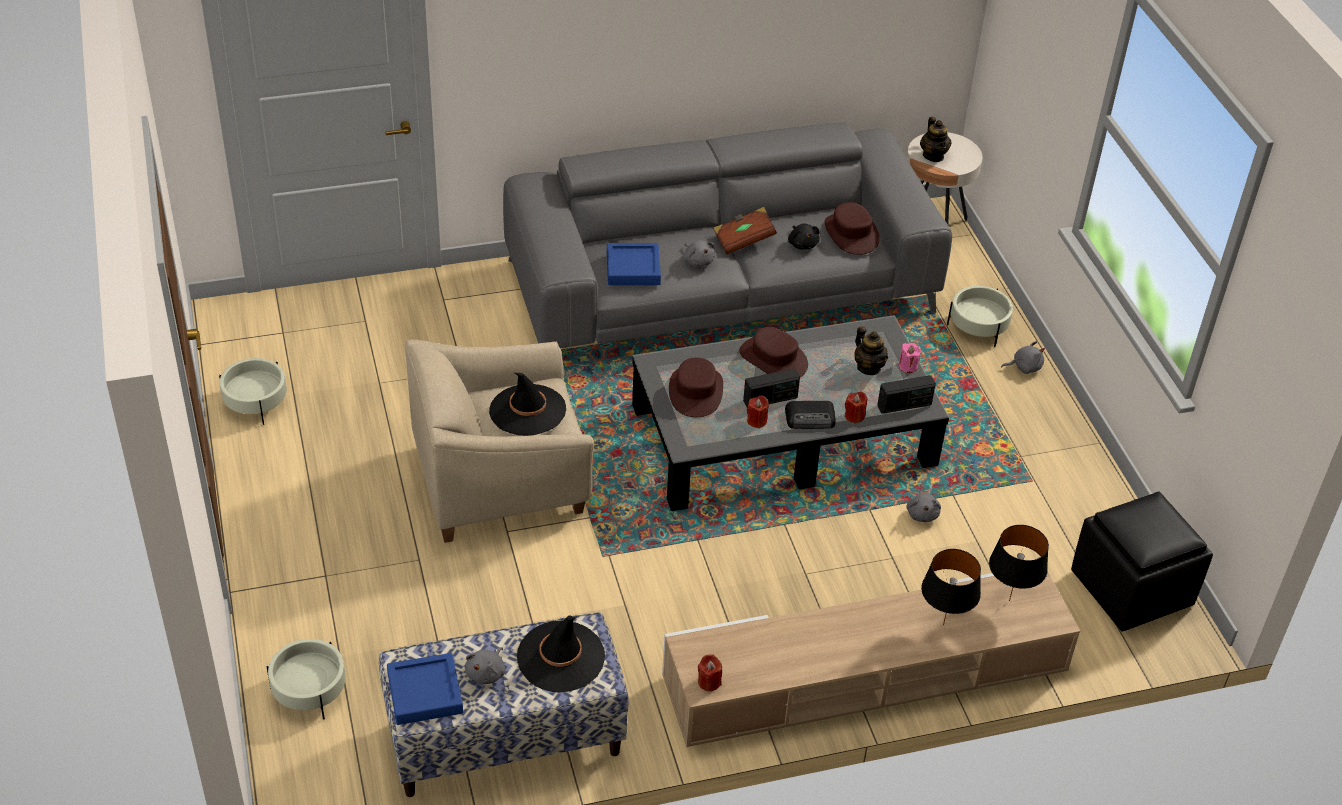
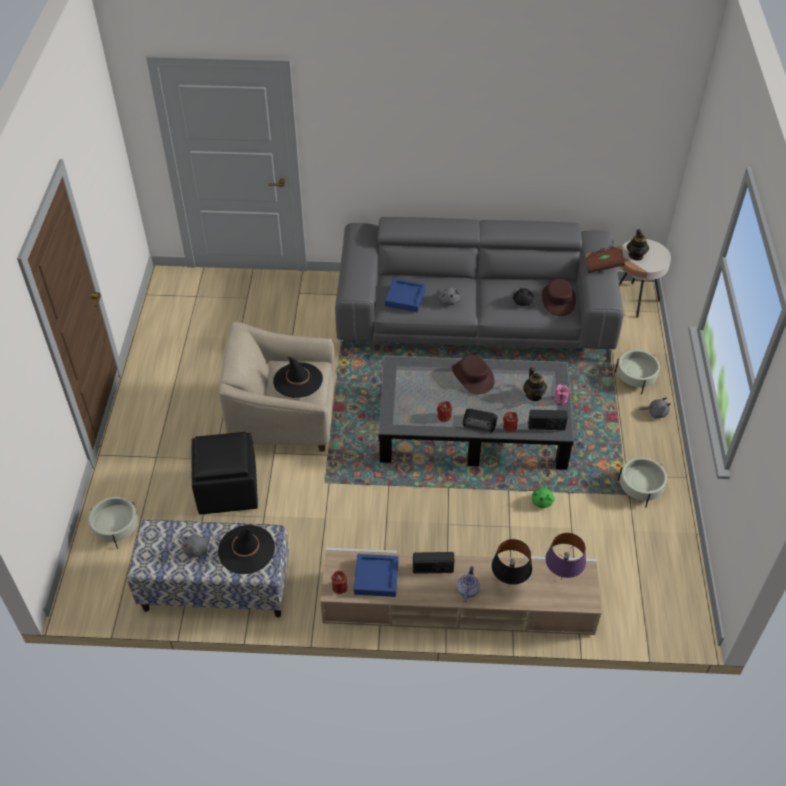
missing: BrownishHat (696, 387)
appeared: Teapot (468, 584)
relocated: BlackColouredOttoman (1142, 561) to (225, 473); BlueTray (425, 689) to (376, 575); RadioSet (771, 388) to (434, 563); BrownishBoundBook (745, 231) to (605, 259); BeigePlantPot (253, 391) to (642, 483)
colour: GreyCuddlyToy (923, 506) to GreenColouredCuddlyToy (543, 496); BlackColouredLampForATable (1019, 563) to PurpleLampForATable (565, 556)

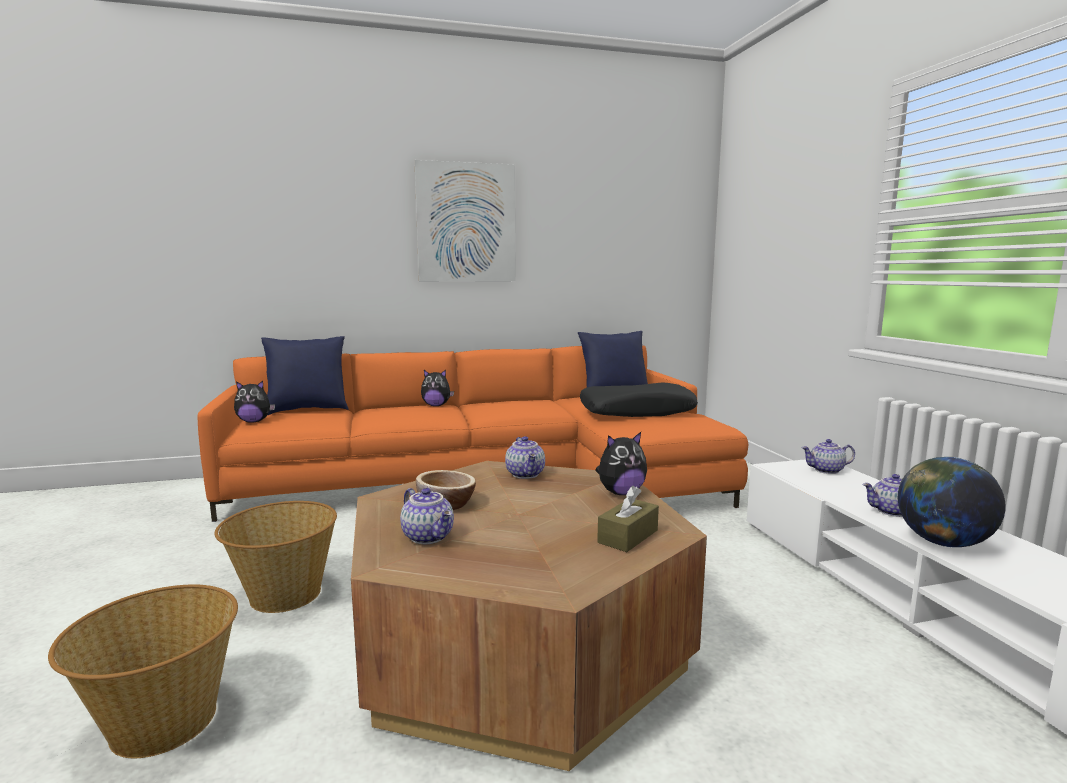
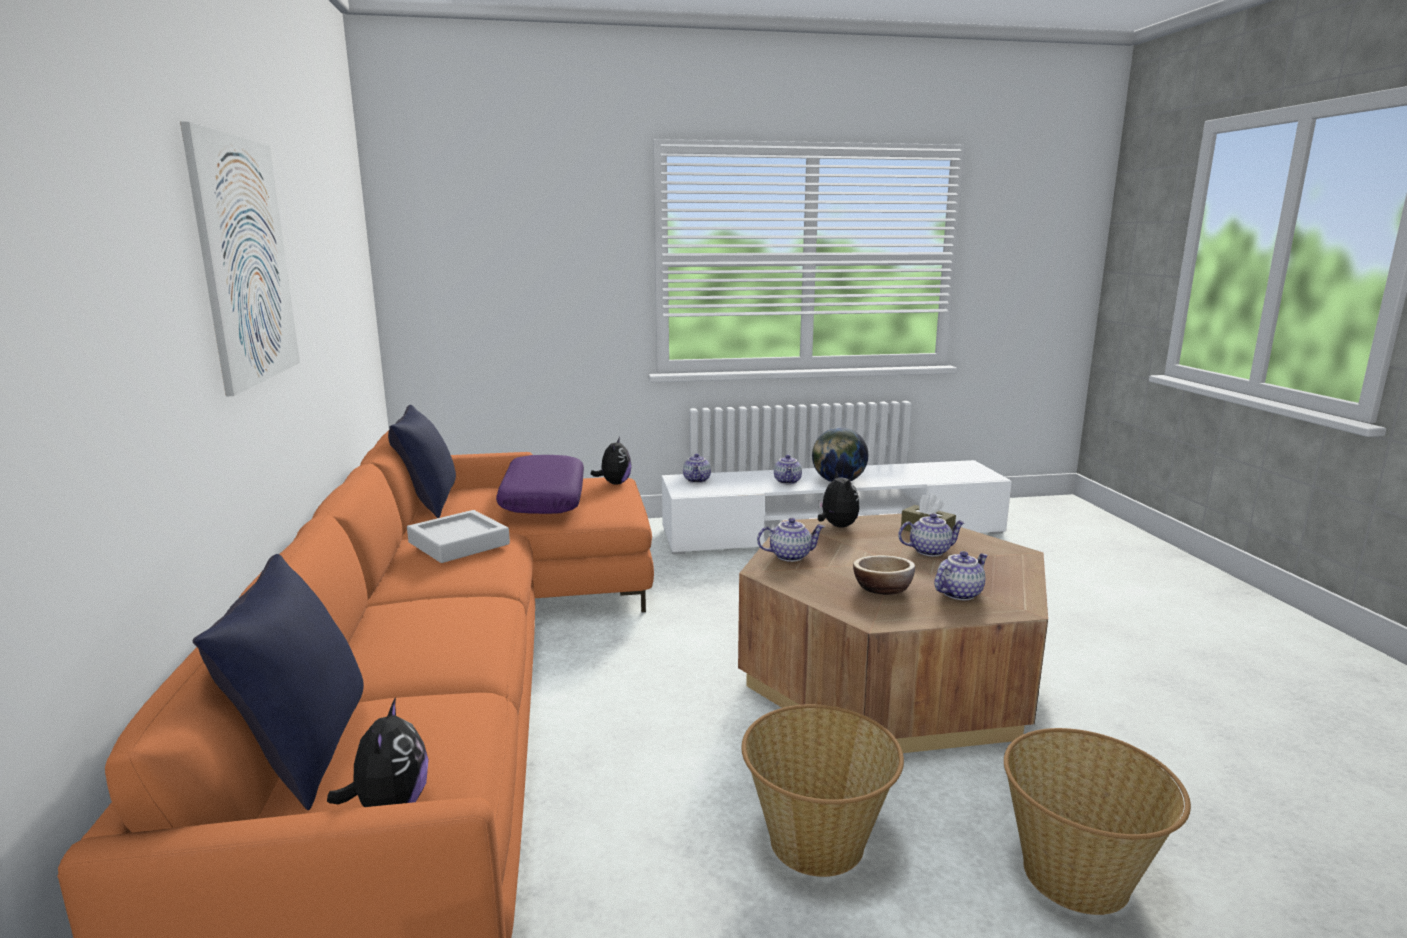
appeared: GreyTray (458, 536); Teapot (931, 535)
relocated: CuddlyToy (437, 388) to (611, 461)
colour: BlackColouredThrowPillow (639, 399) to PurpleThrowPillow (540, 484)

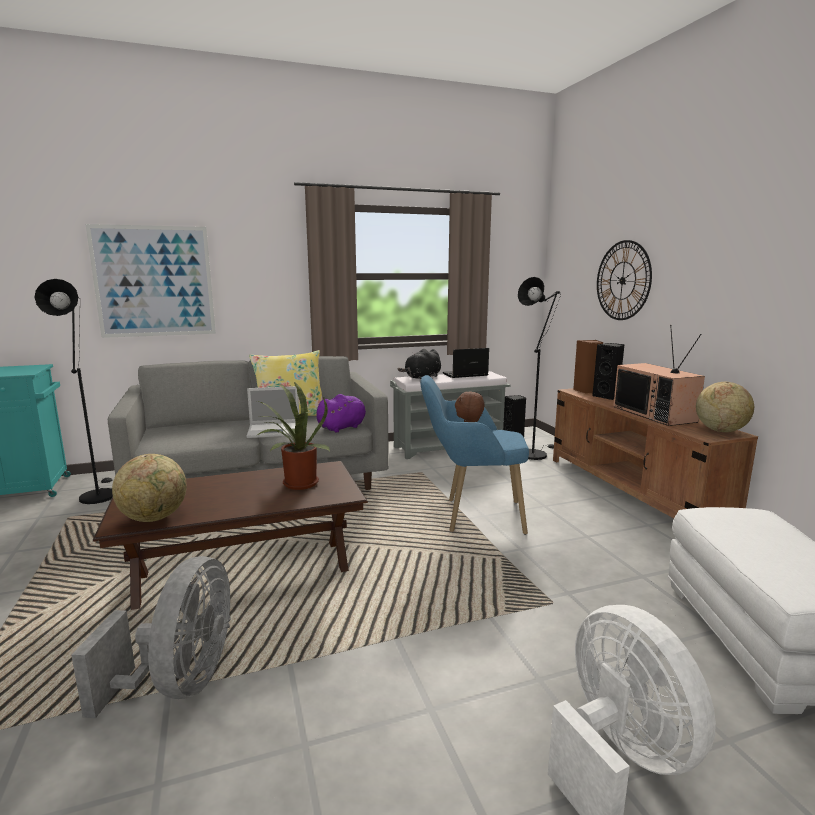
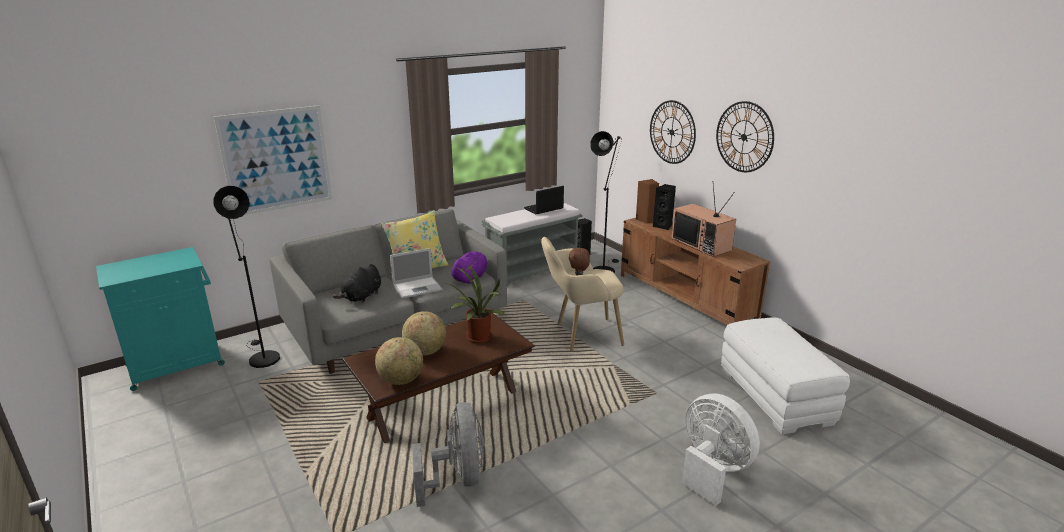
appeared: HangingClock (745, 136)
relocated: BlackColouredCuddlyToy (419, 364) to (356, 283); Globe (725, 407) to (424, 333)
colour: BlueLoungeChair (474, 455) to BeigeLoungeChair (582, 294)

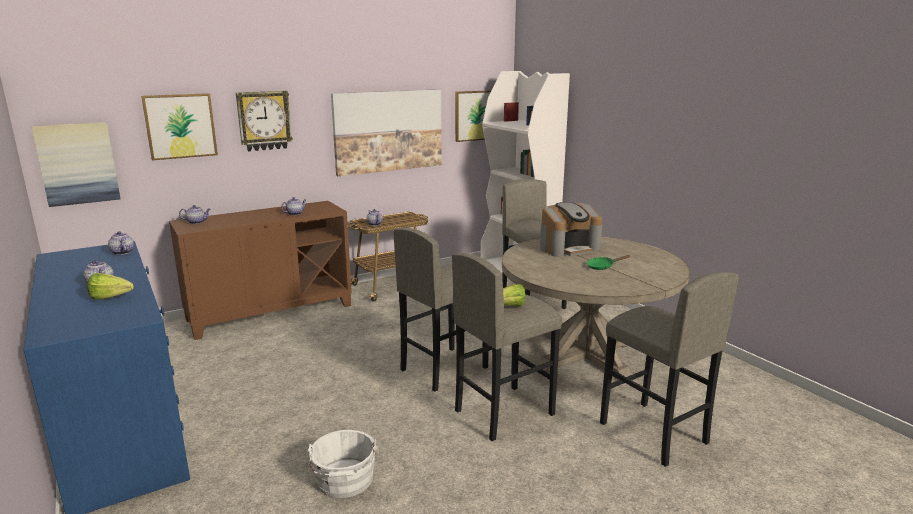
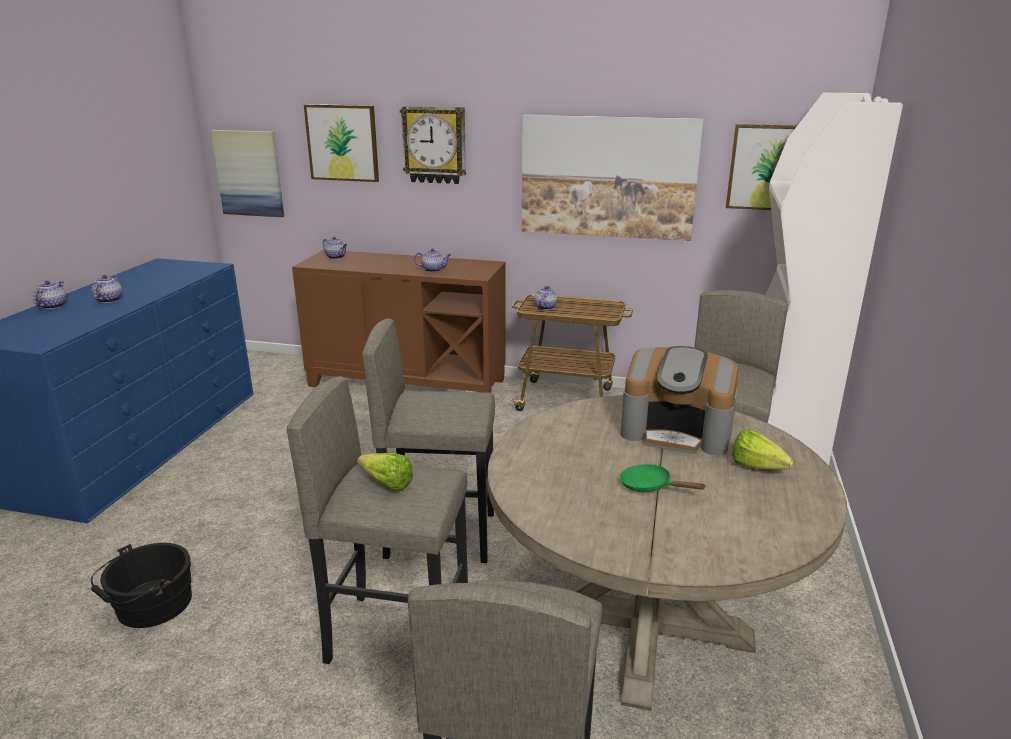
relocated: Teapot (121, 243) to (49, 295); Lettuce (110, 286) to (762, 449)
colour: WhitishBucket (342, 464) to BlackColouredBucket (141, 585)

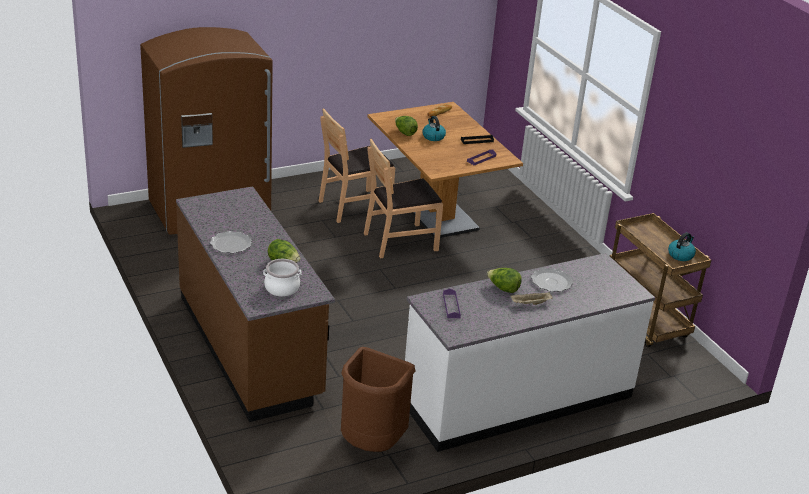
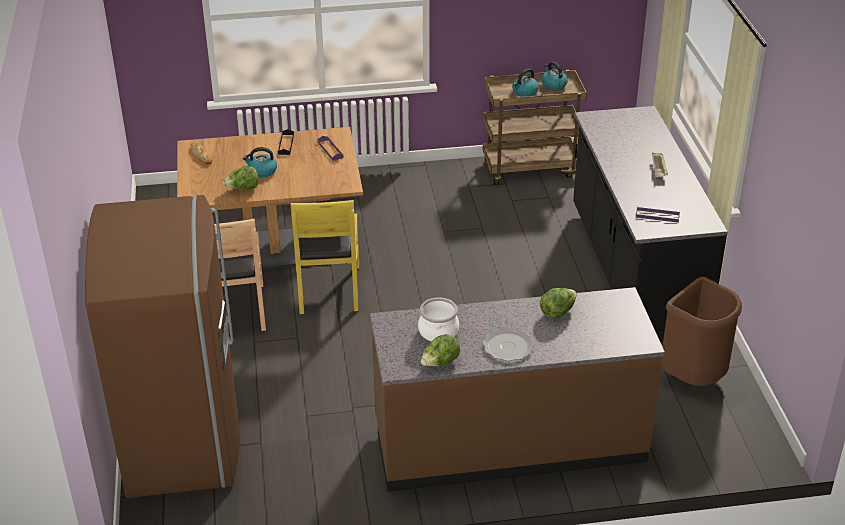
missing: DinnerPlate (552, 279)
appeared: WaterKettle (525, 83)
relocated: Saucepot (282, 278) to (438, 319); Lettuce (504, 280) to (440, 350)
colour: BrownishPlainChair (403, 198) to YellowishPlainChair (325, 257); WhitishKitchenBaseUnit (530, 352) to BlackColouredKitchenBaseUnit (650, 224)

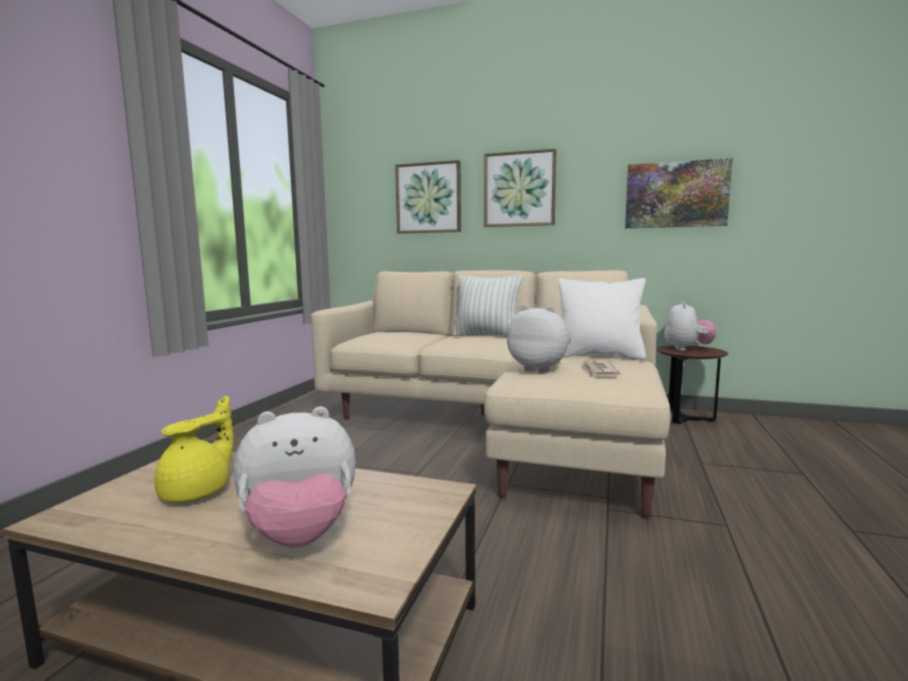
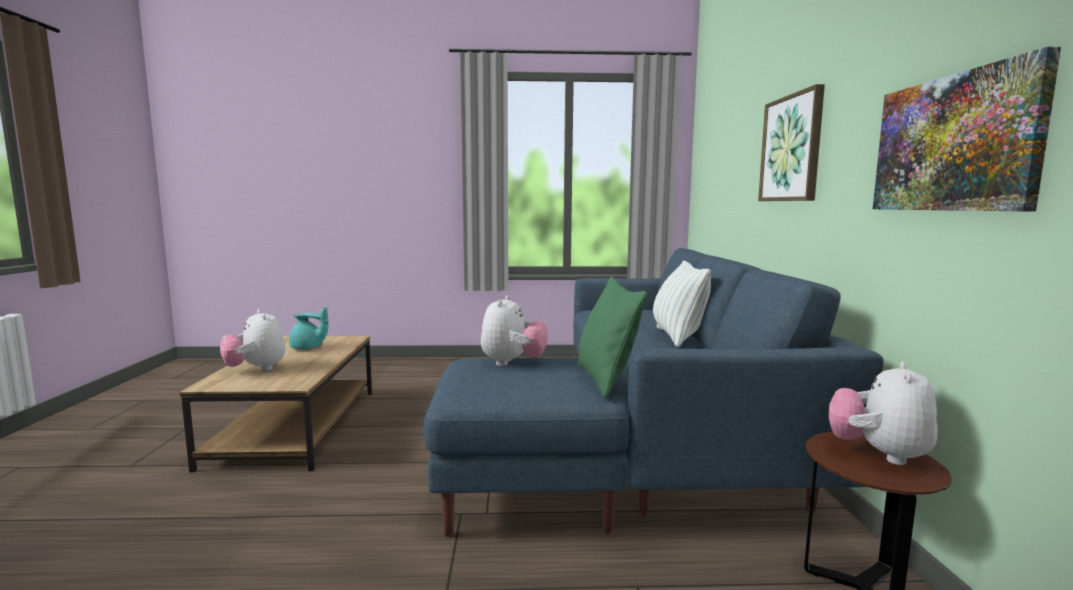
missing: Picture (428, 197); Newspaper (600, 369)
colour: YellowishTeapot (193, 449) to TurquoiseColouredTeapot (308, 328); BeigeCouch (491, 394) to BlueCouch (653, 392); WhitishThrowPillow (602, 318) to GreenColouredThrowPillow (612, 337)
spun: CuddlyToy (690, 326) = (883, 413) 120 degrees clockwise

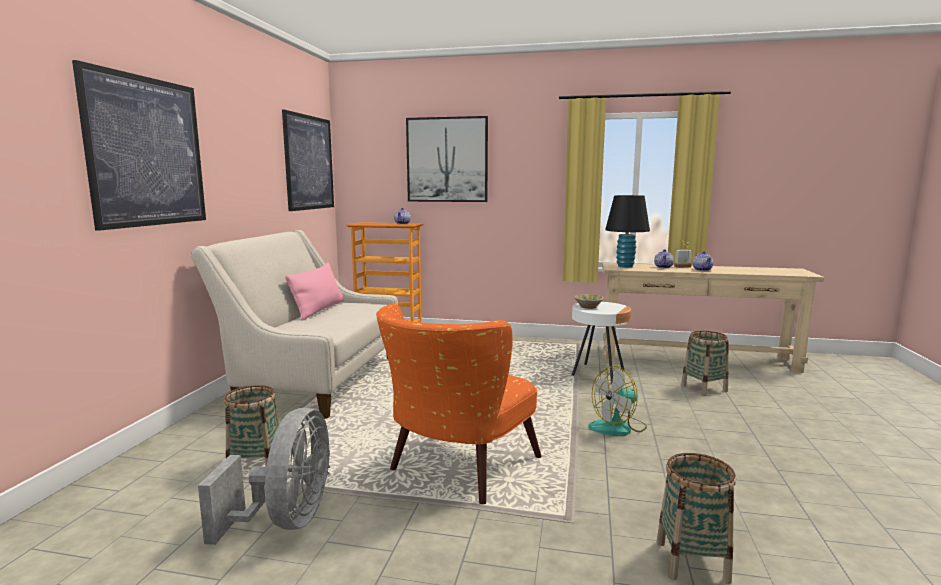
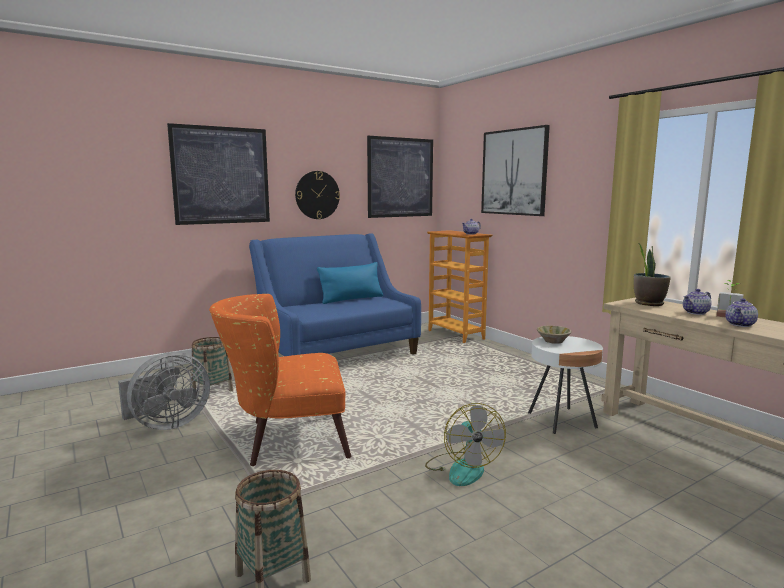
missing: Basket (704, 363)
appeared: HangingClock (317, 195)
exchanged: BlackColouredLampForATable (627, 231) to PlantInAPot (652, 274)
colour: BeigeCouch (294, 324) to BlueCouch (335, 294); PinkColouredThrowPillow (314, 292) to BlueThrowPillow (350, 283)
spun: CoolingFan (617, 401) = (465, 444) 120 degrees counterclockwise

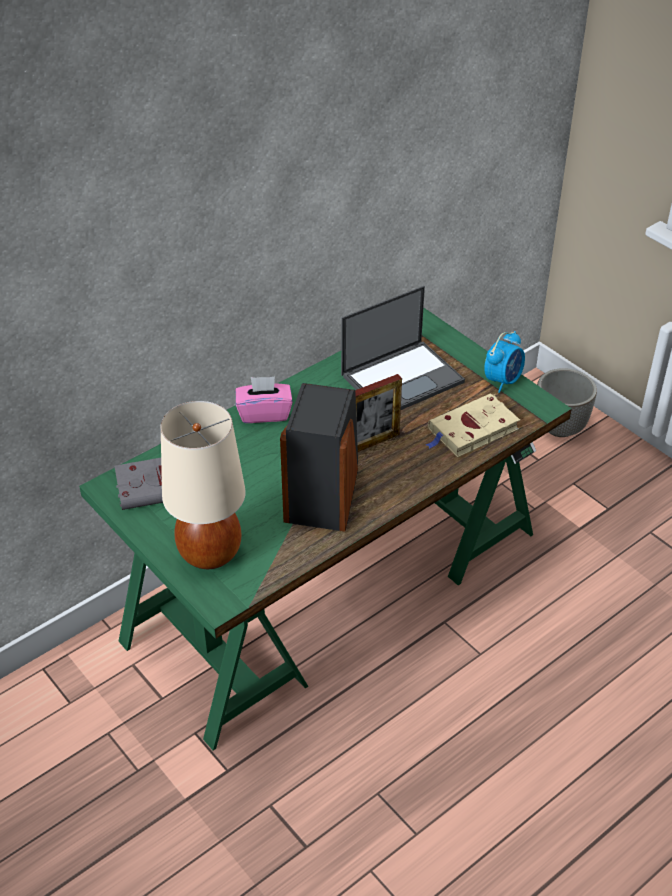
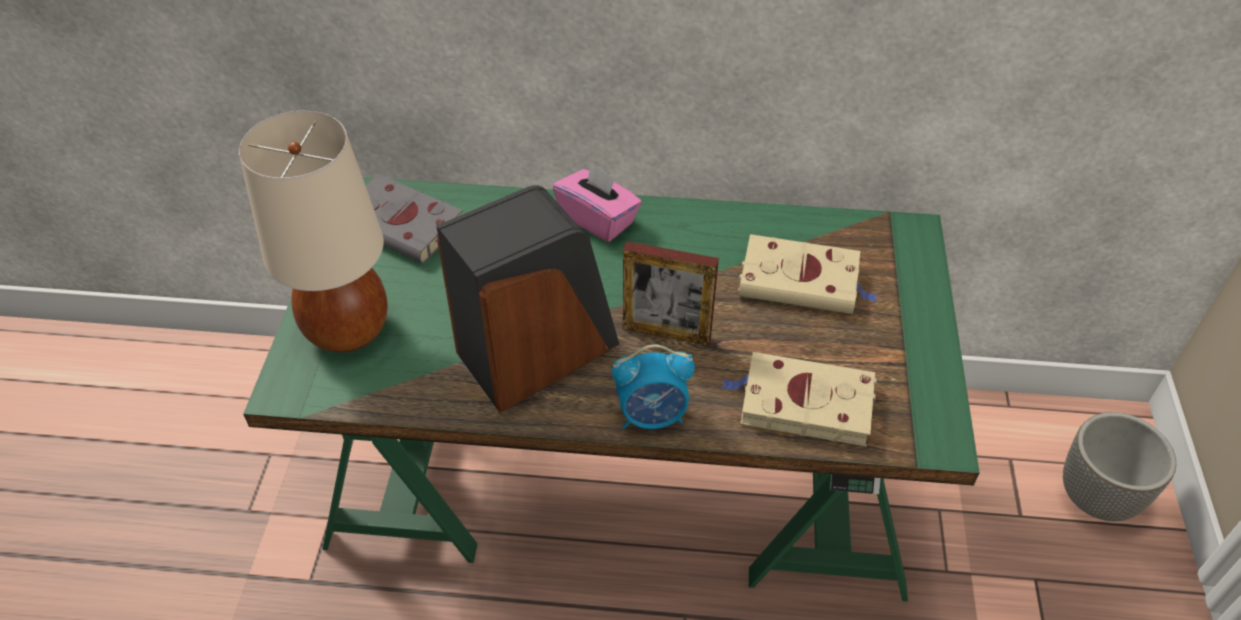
relocated: AlarmClock (504, 362) to (653, 386)
exchanged: PortableComputer (403, 348) to BeigeBoundBook (808, 274)

